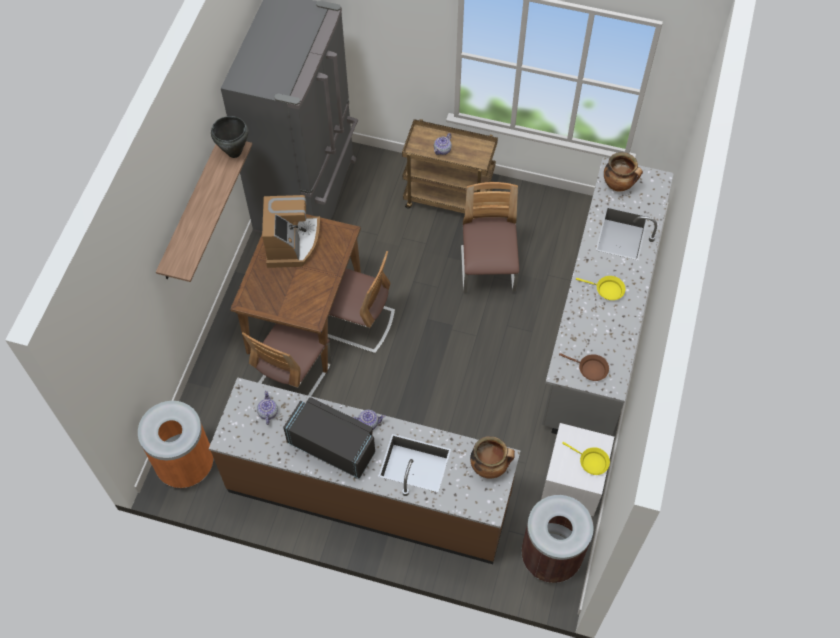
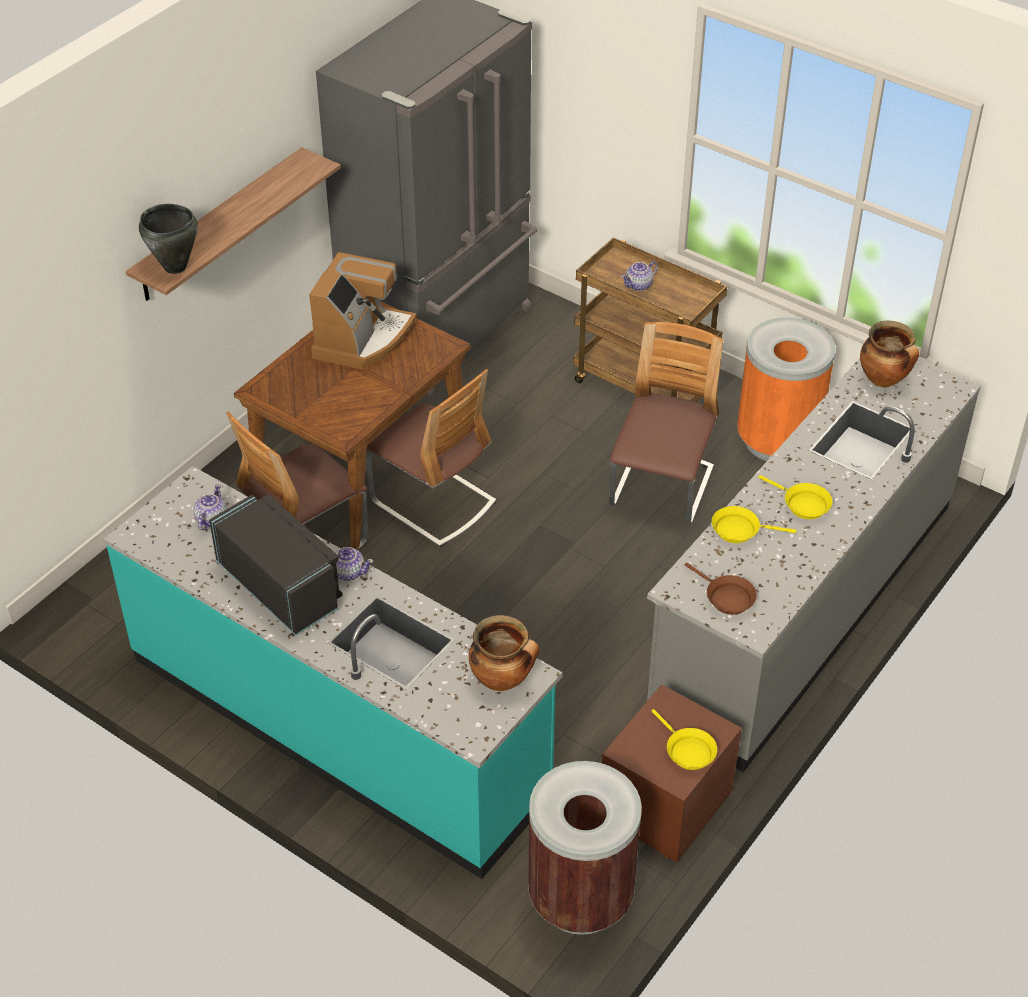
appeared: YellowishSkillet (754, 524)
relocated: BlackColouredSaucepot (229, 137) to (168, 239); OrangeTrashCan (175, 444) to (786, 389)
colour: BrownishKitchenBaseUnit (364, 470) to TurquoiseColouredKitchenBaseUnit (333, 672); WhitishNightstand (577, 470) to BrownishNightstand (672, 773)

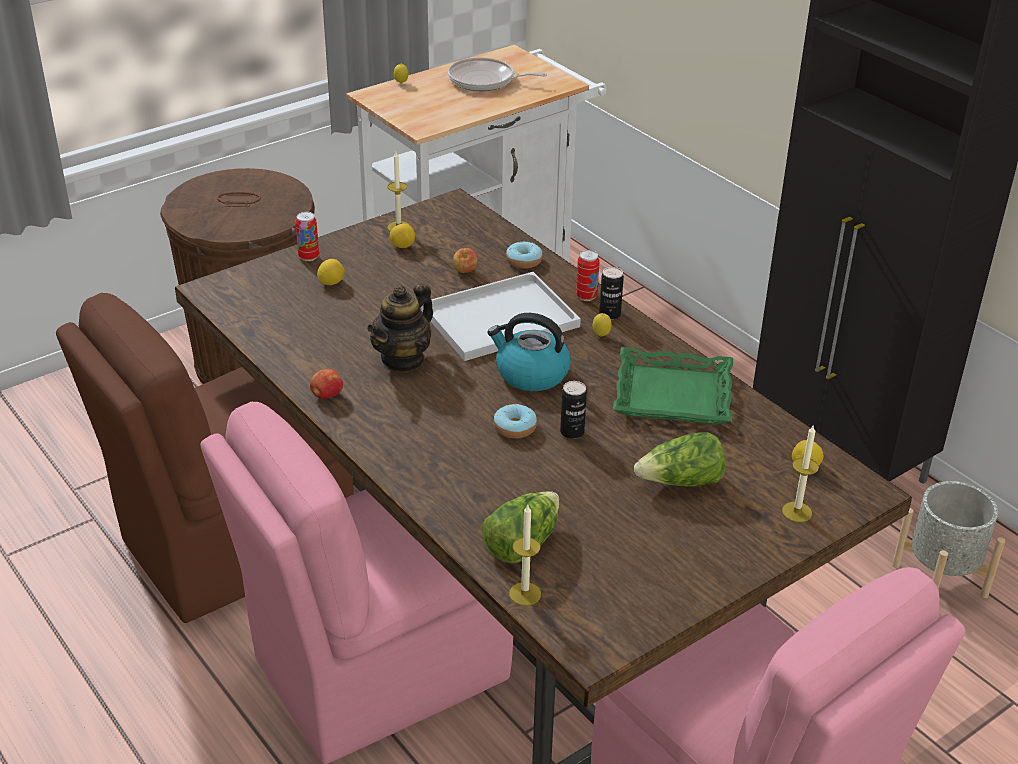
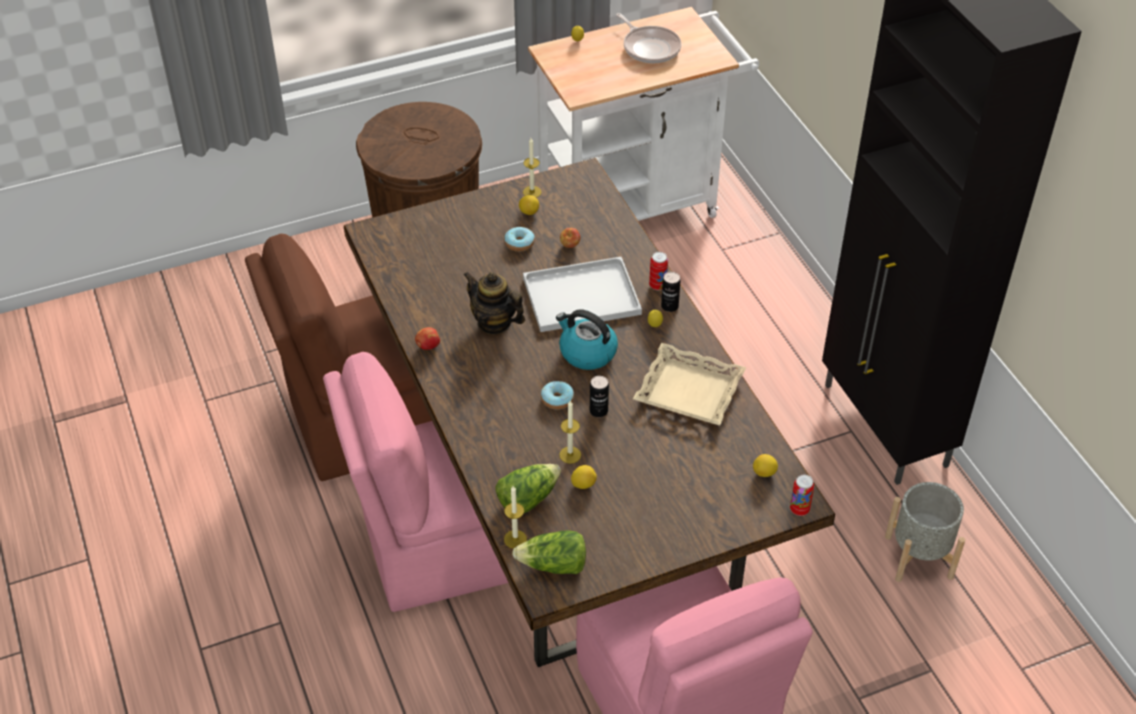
relocated: Doughnut (524, 255) to (519, 239); Lettuce (679, 459) to (549, 552); WaxCandle (800, 474) to (570, 432); CitrusFruit (331, 272) to (584, 477); Can (307, 236) to (802, 495)
colour: GreenColouredTray (673, 385) to BeigeTray (689, 384)
spun: Teapot (400, 328) = (494, 303) 75 degrees clockwise; Skillet (497, 74) = (648, 38) 150 degrees counterclockwise

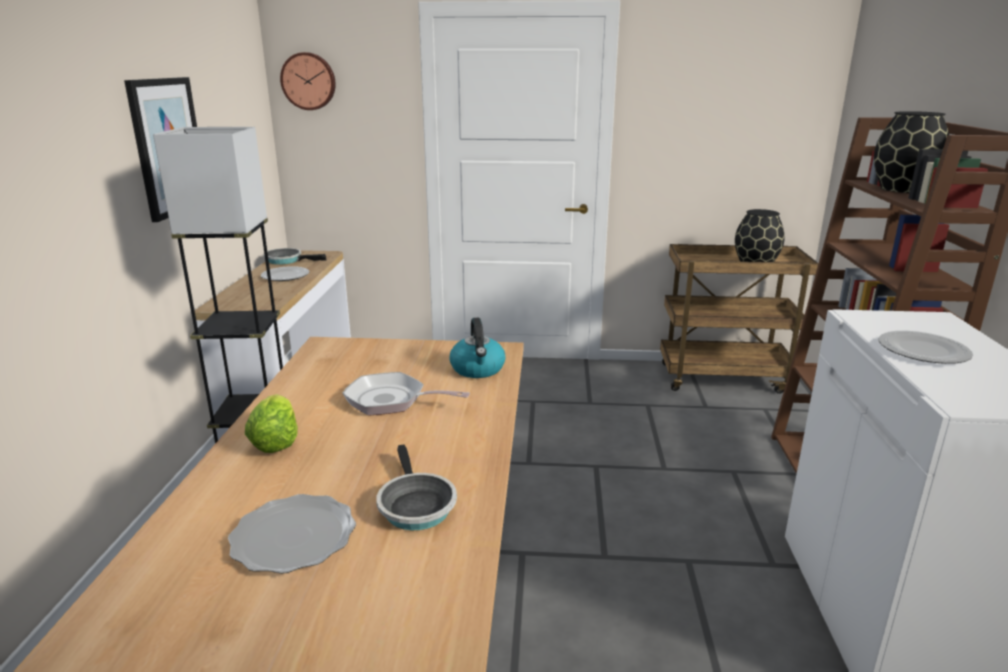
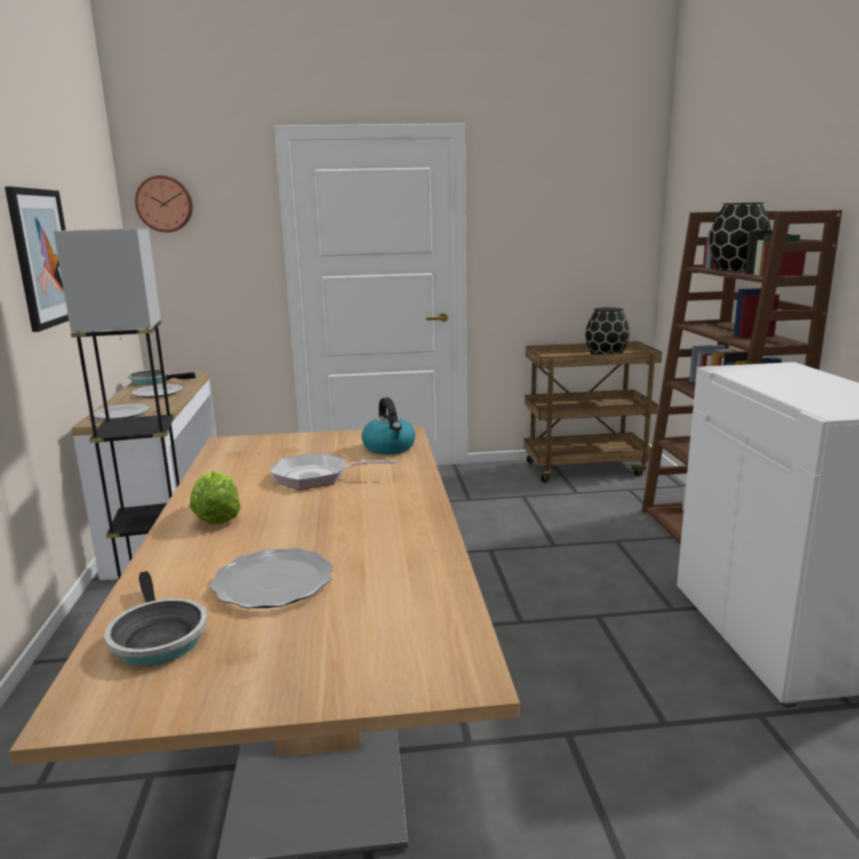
relocated: DinnerPlate (926, 347) to (121, 411); Skillet (416, 487) to (155, 618)

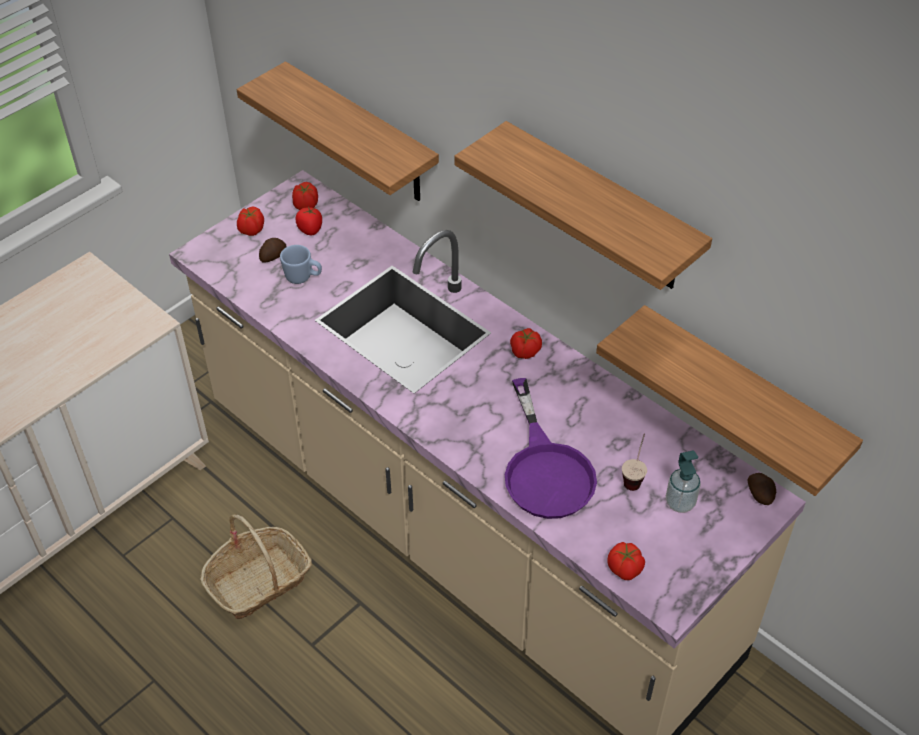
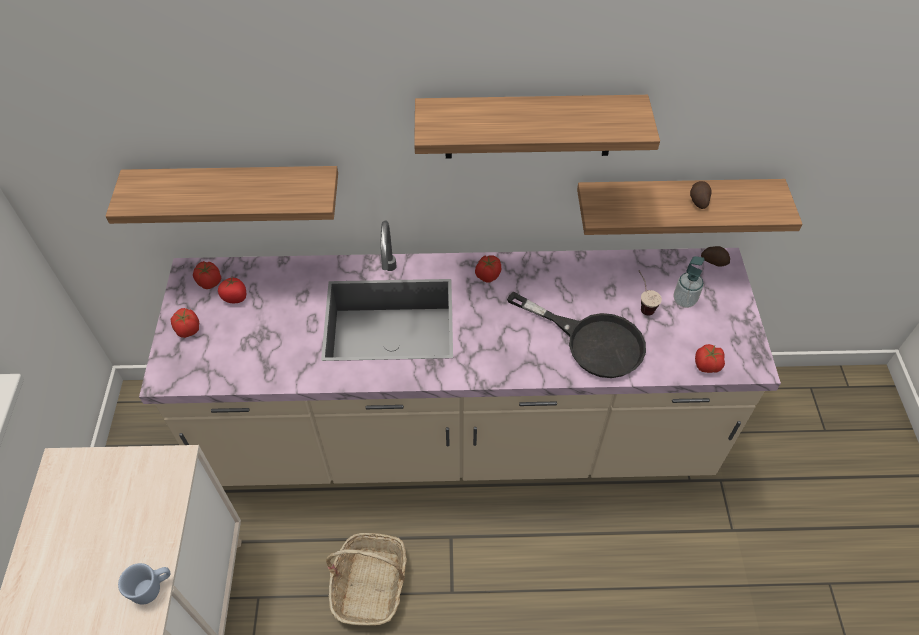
relocated: BlueCoffeeMug (301, 264) to (144, 584); WholePotato (272, 250) to (701, 195)
colour: PurpleSkillet (551, 448) to BlackColouredSkillet (576, 334)

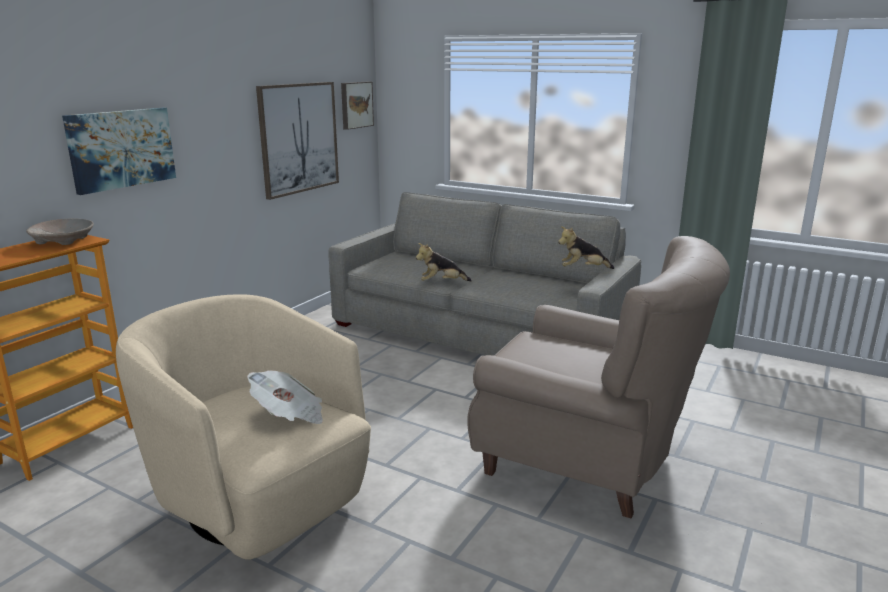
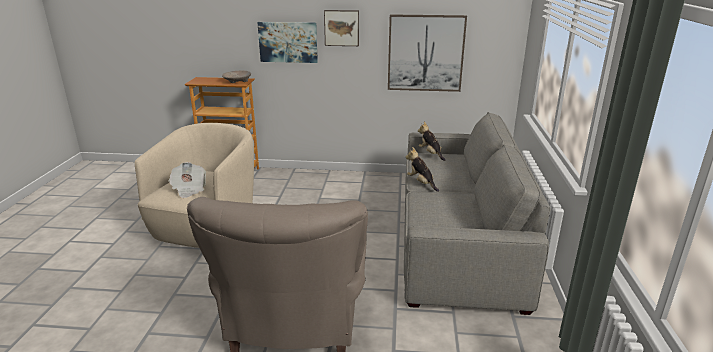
relocated: Picture (357, 105) to (341, 28); CuddlyToy (586, 247) to (431, 141)

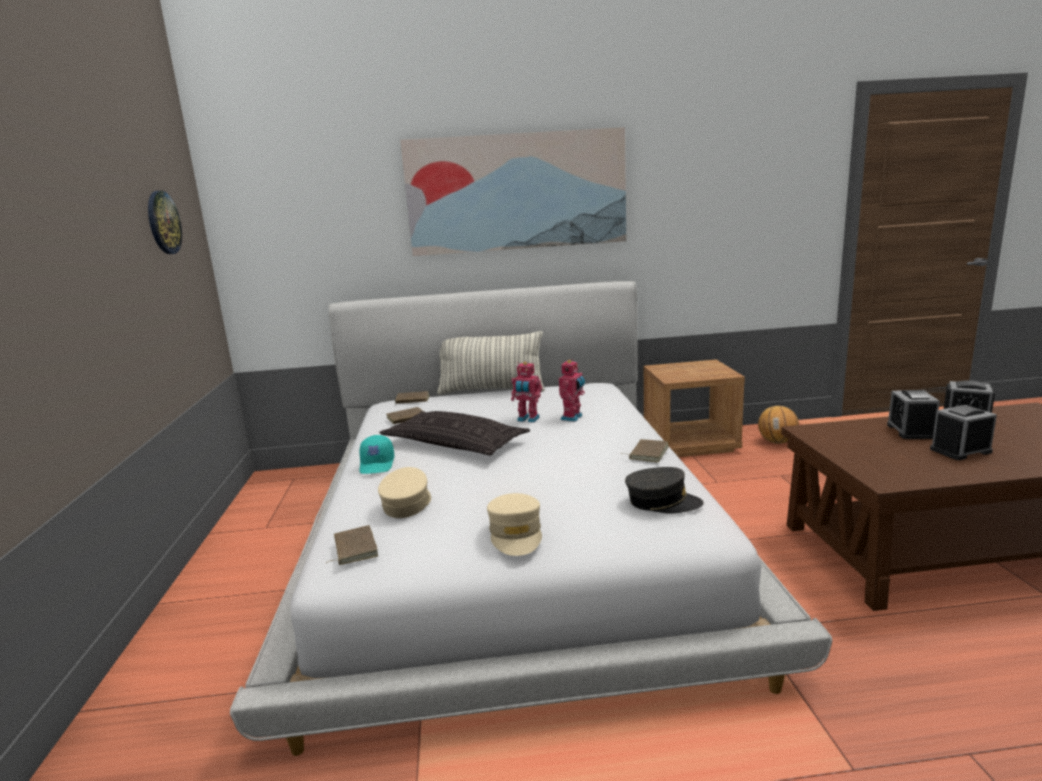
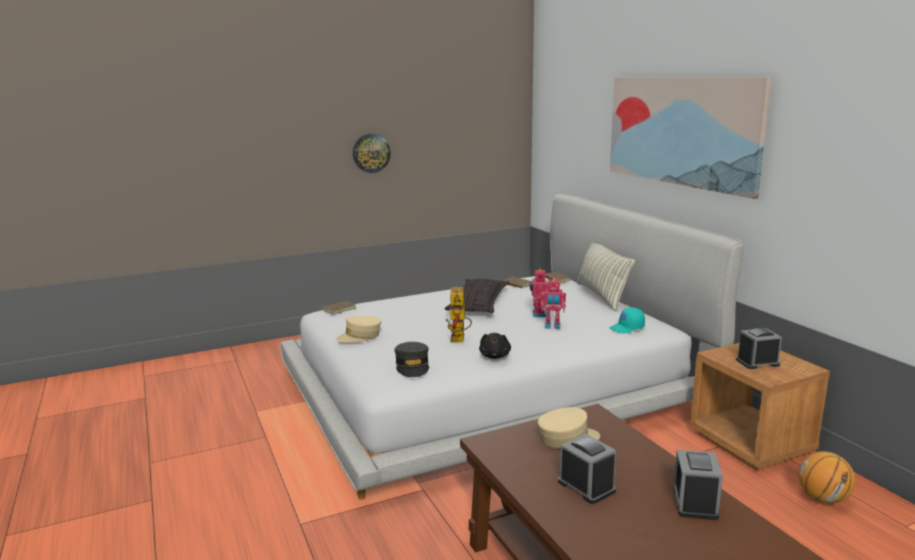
appeared: RobotFigure (459, 315)
relocated: HangingClock (165, 222) to (372, 153); BeigeBaseballCap (404, 492) to (569, 428); TurquoiseColouredBaseballCap (377, 454) to (627, 320); AlarmClock (913, 414) to (759, 348)
exchanged: BrownishBoundBook (645, 451) to BlackColouredCuddlyToy (495, 346)

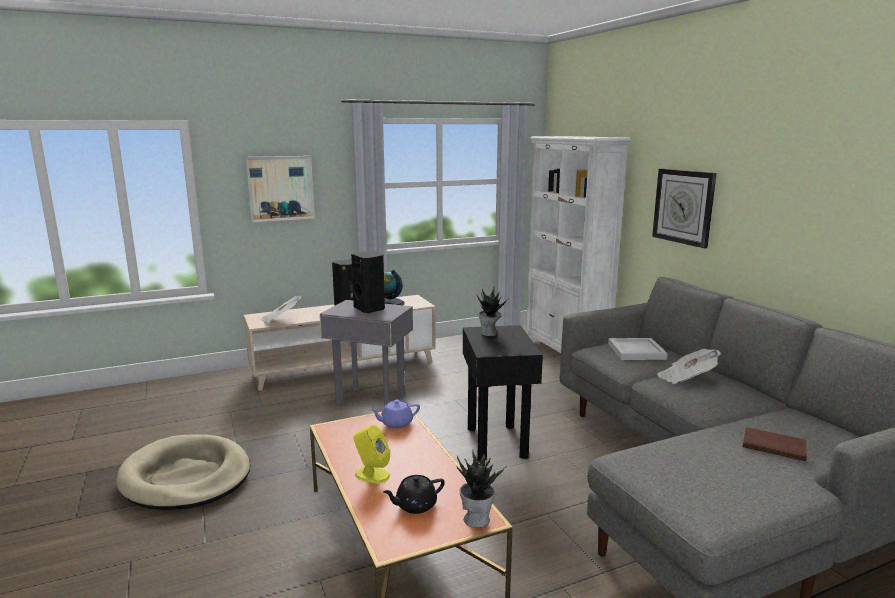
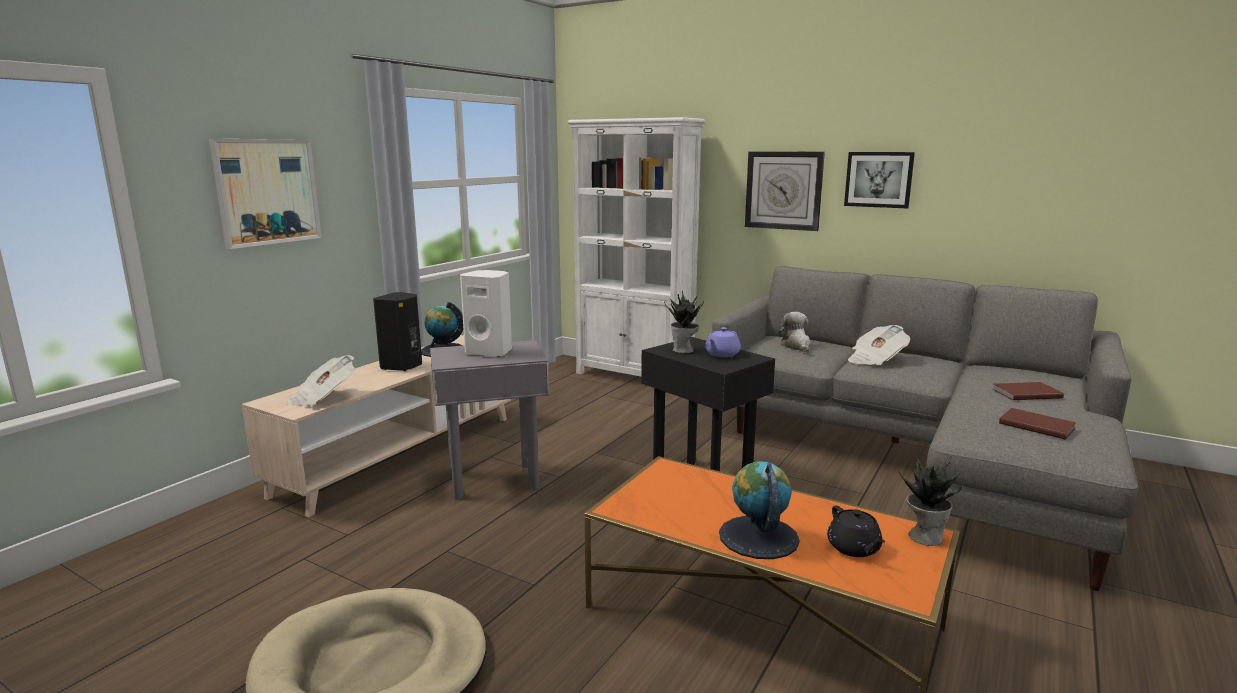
appeared: Picture (879, 180); BrownishBoundBook (1037, 424)
relocated: PurpleTeapot (395, 414) to (723, 342)
exchanged: YellowishSpeaker (371, 454) to Globe (759, 510); WhitishTray (638, 349) to CuddlyToy (794, 332)
colour: BlackColouredSpeaker (368, 282) to WhitishSpeaker (486, 313)
spun: BlackColouredTeapot (414, 494) = (856, 531) 45 degrees counterclockwise

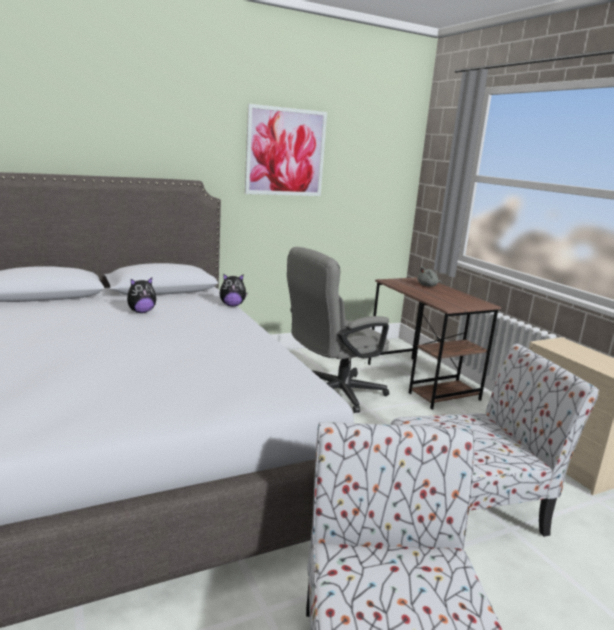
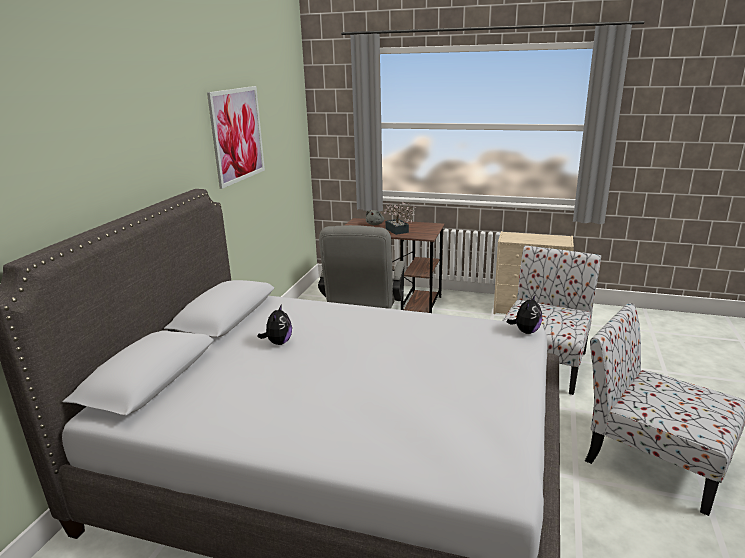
appeared: PlantInAPot (398, 218)
relocated: CuddlyToy (233, 290) to (524, 314)

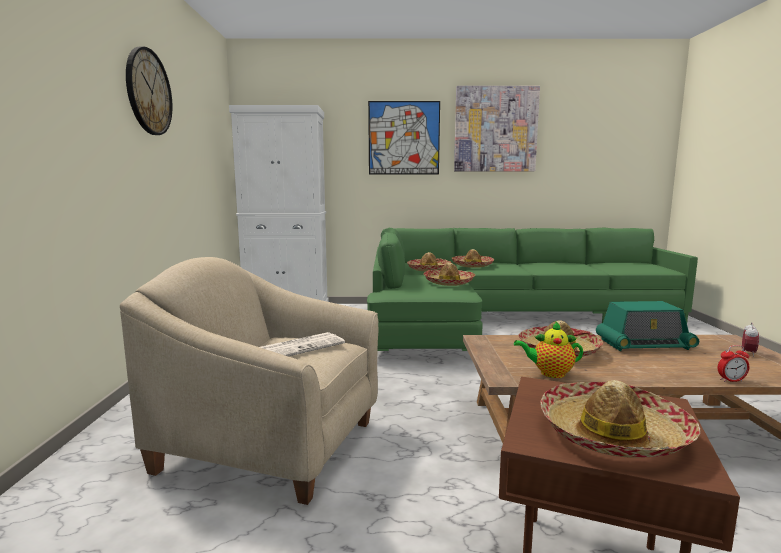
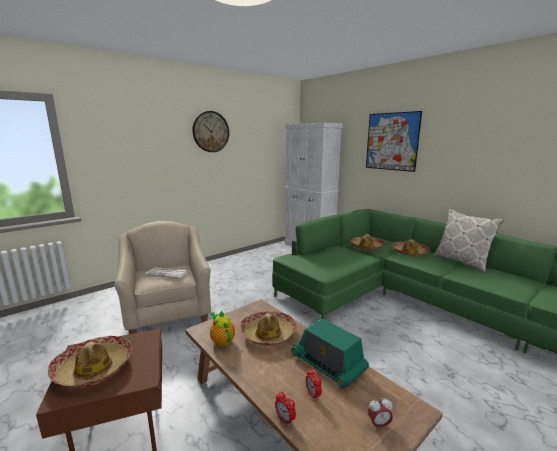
missing: Hat (449, 274); Picture (497, 128)
appeared: AlarmClock (314, 384); ThrowPillow (468, 240)

